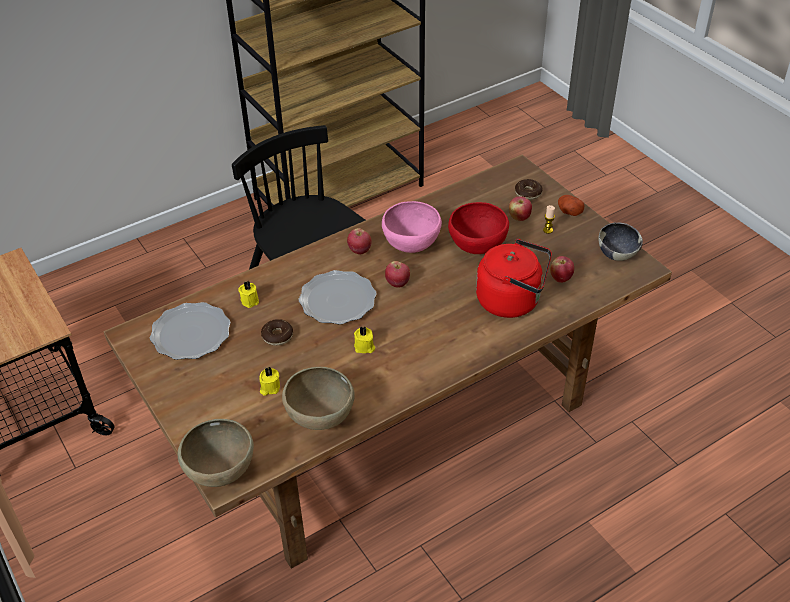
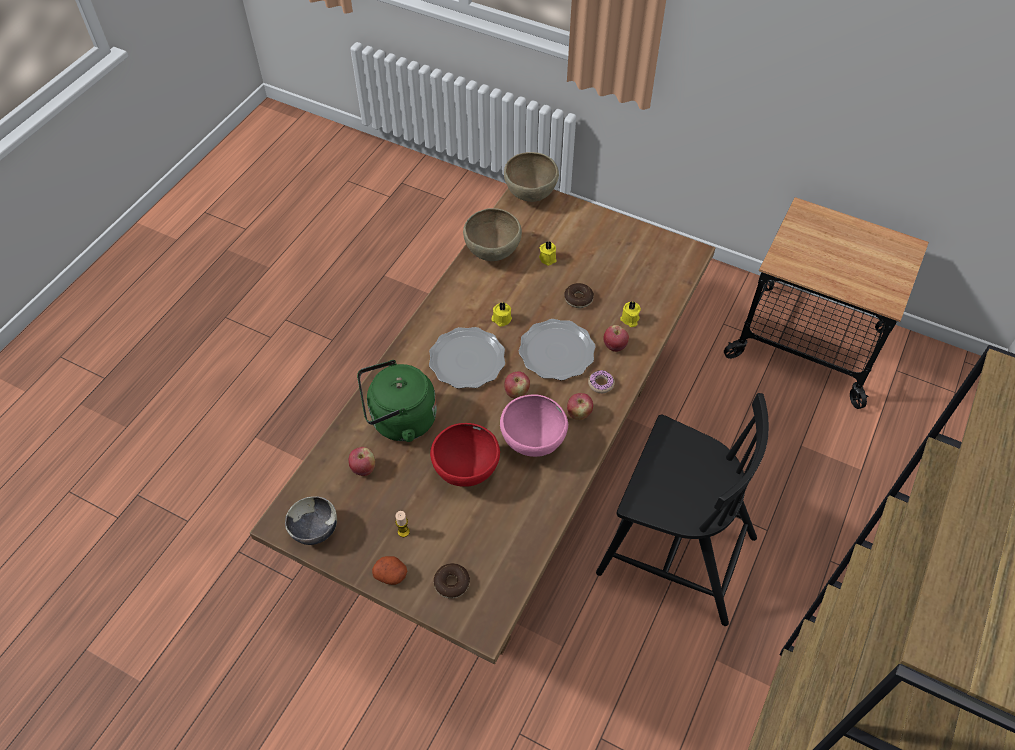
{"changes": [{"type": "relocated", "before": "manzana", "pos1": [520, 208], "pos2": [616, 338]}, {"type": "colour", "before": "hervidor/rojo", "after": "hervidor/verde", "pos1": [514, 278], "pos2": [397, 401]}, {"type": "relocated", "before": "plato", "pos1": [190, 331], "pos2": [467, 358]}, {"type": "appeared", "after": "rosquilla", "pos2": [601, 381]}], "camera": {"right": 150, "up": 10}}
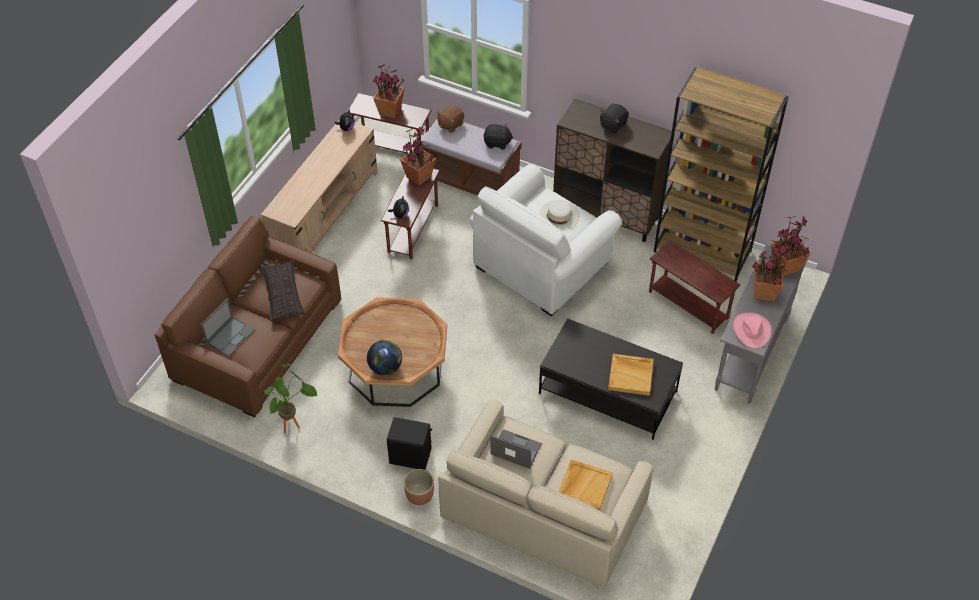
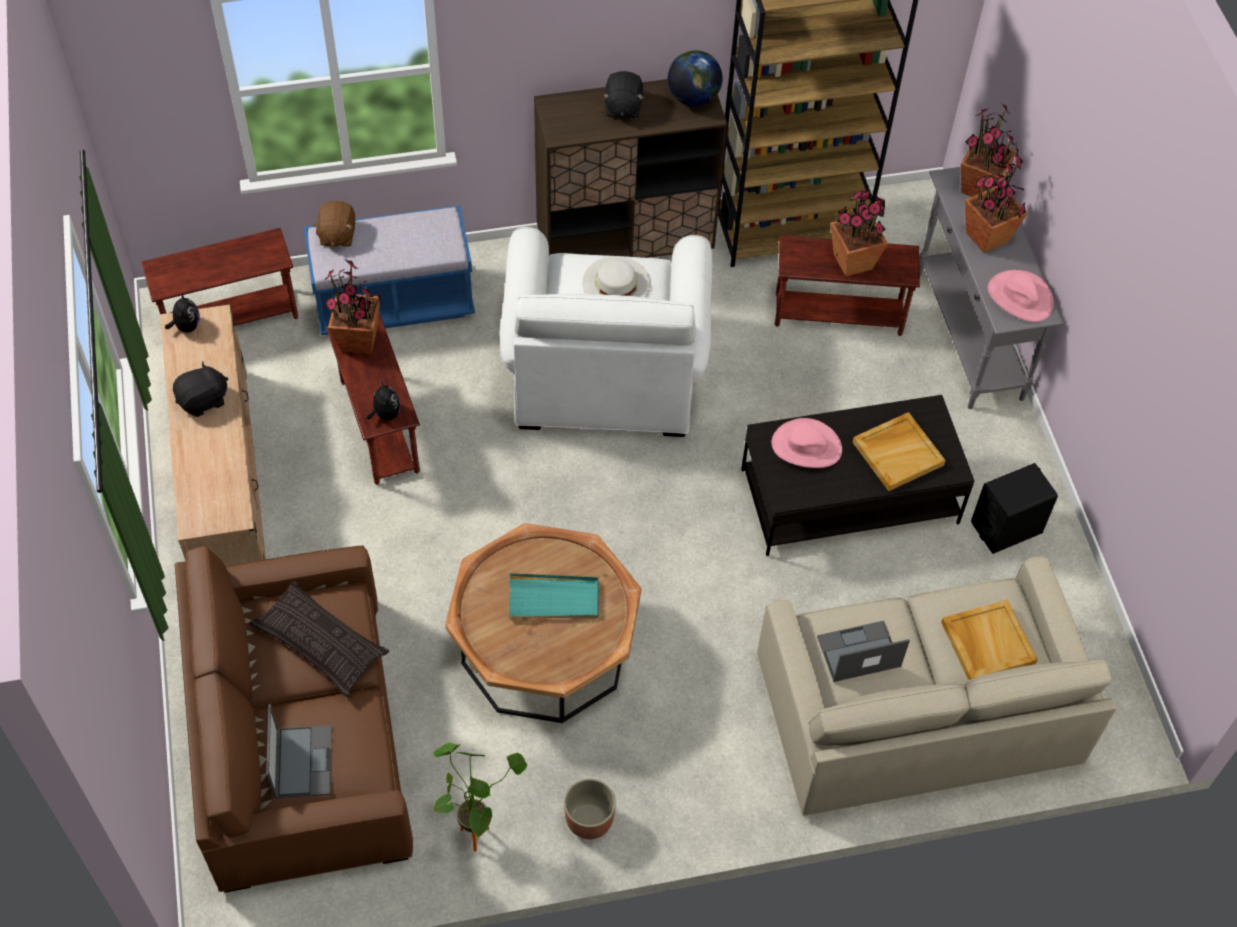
{"changes": [{"type": "relocated", "before": "planta en maceta", "pos1": [389, 91], "pos2": [859, 233]}, {"type": "colour", "before": "banco/marrón", "after": "banco/azul", "pos1": [471, 157], "pos2": [389, 270]}, {"type": "relocated", "before": "peluche/negro", "pos1": [498, 136], "pos2": [200, 389]}, {"type": "relocated", "before": "globo terráqueo", "pos1": [384, 357], "pos2": [695, 78]}, {"type": "relocated", "before": "altavoz/negro", "pos1": [409, 443], "pos2": [1014, 508]}, {"type": "relocated", "before": "maceta", "pos1": [419, 487], "pos2": [590, 809]}, {"type": "appeared", "after": "sombrero/rosa", "pos2": [806, 443]}, {"type": "appeared", "after": "bandeja/turquesa", "pos2": [554, 596]}], "camera": {"right": -40, "up": 5}}
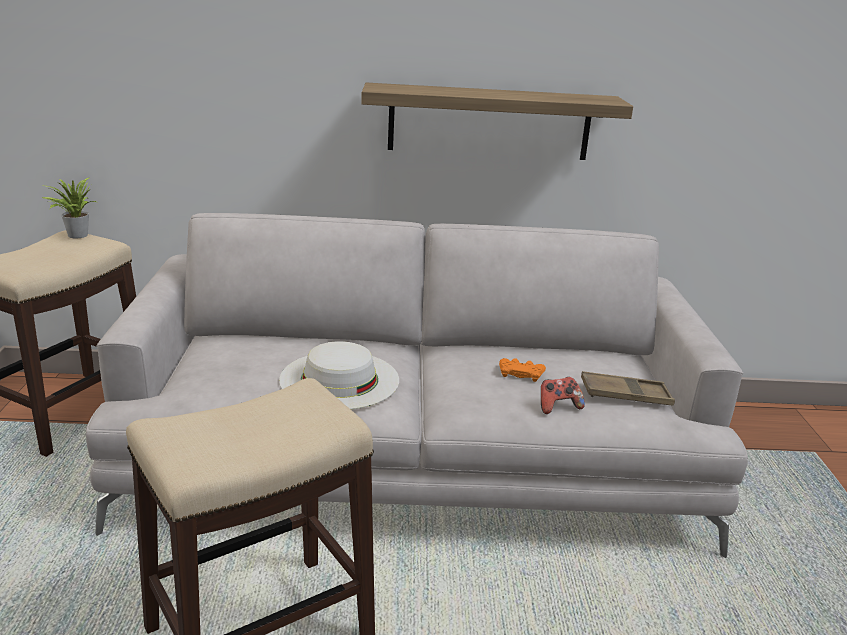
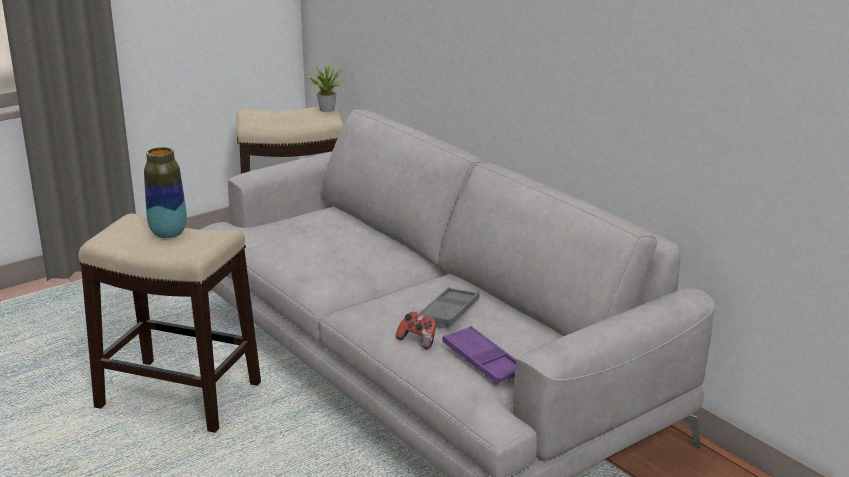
{"changes": [{"type": "missing", "before": "estante", "pos1": [497, 121]}, {"type": "missing", "before": "sombrero/blanco", "pos1": [339, 375]}, {"type": "exchanged", "before": "mando de consola/naranja", "after": "bandeja/gris", "pos1": [522, 370], "pos2": [449, 307]}, {"type": "colour", "before": "bandeja/marrón", "after": "bandeja/morado", "pos1": [628, 388], "pos2": [479, 355]}, {"type": "appeared", "after": "florero", "pos2": [165, 192]}], "camera": {"right": 55, "up": 0}}
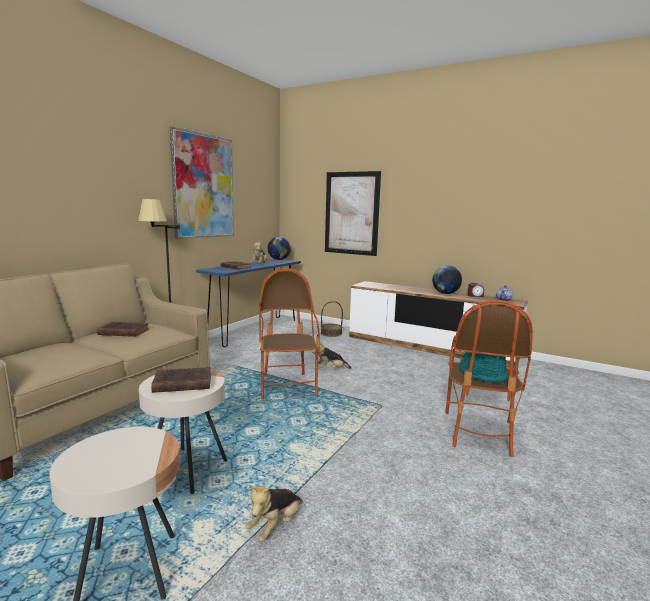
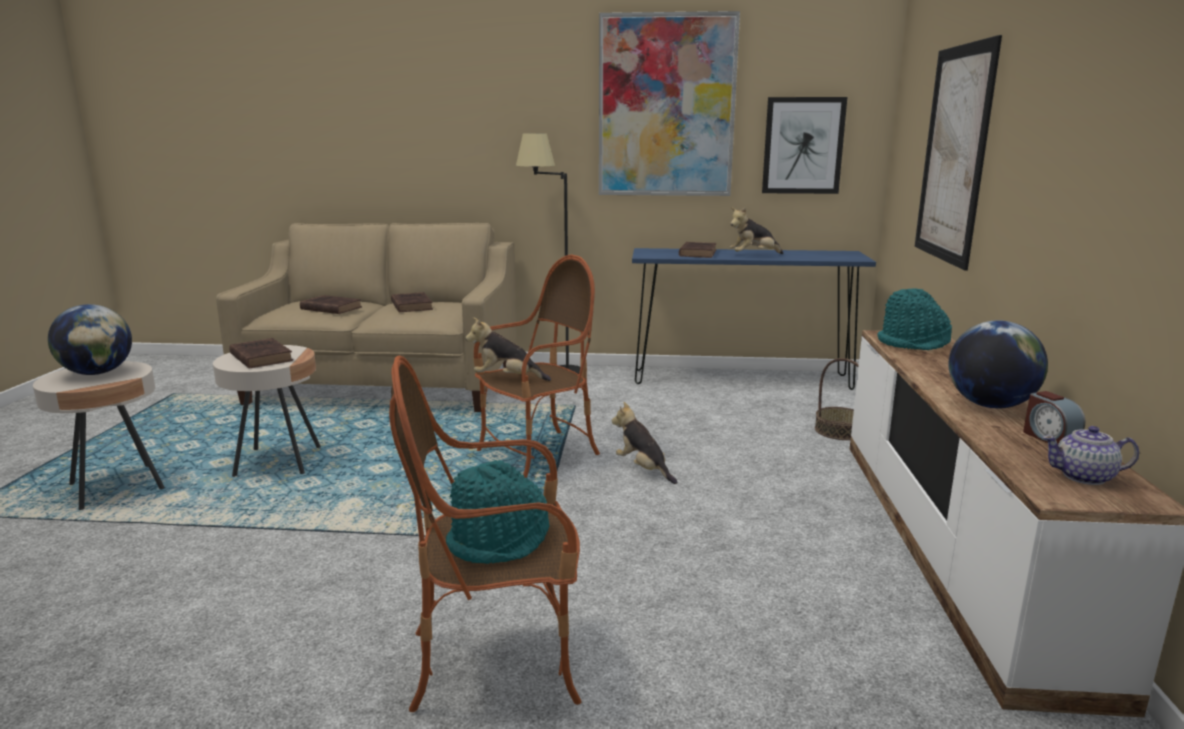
{"changes": [{"type": "relocated", "before": "globo terráqueo", "pos1": [279, 248], "pos2": [90, 339]}, {"type": "relocated", "before": "peluche", "pos1": [274, 514], "pos2": [508, 349]}, {"type": "appeared", "after": "cuadro", "pos2": [804, 145]}, {"type": "appeared", "after": "sombrero/turquesa", "pos2": [914, 319]}, {"type": "appeared", "after": "libro/marrón", "pos2": [331, 304]}], "camera": {"right": 65, "up": 5}}
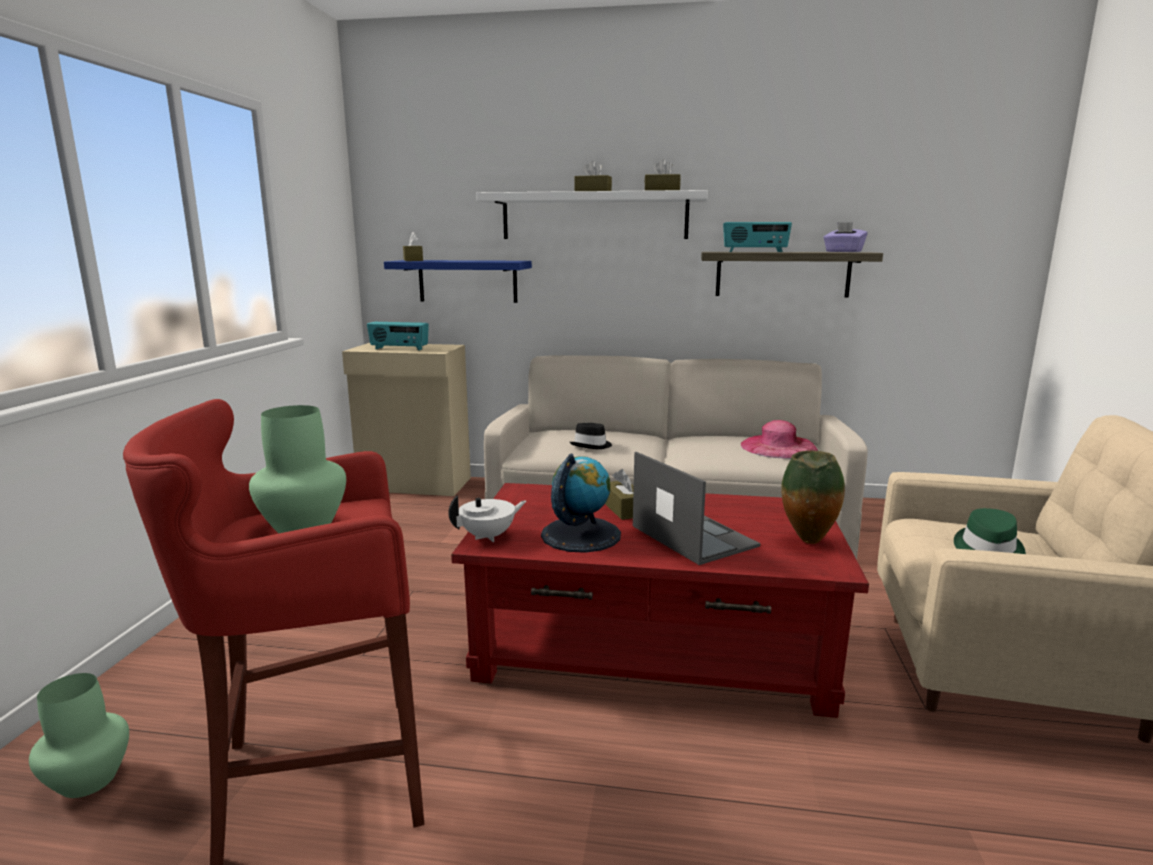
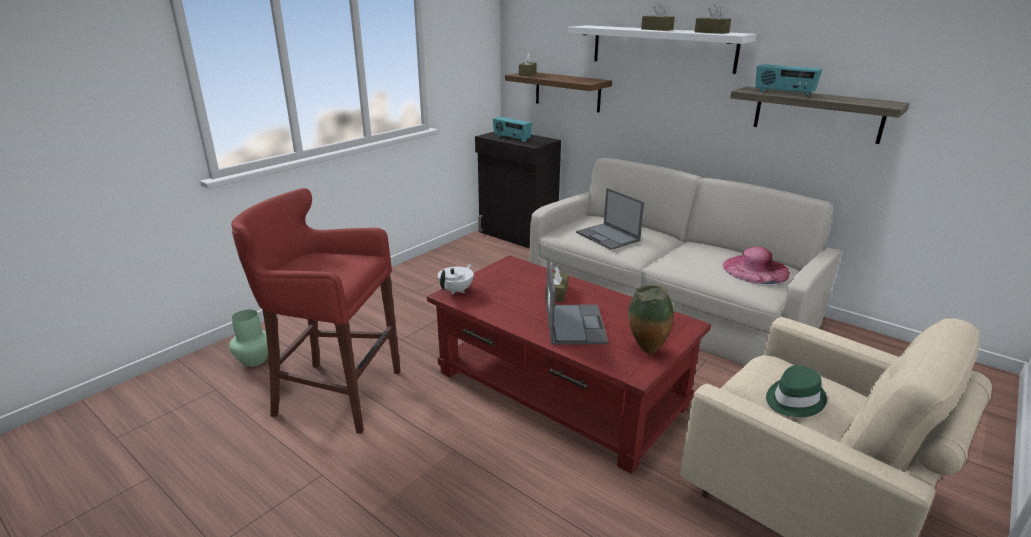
{"changes": [{"type": "missing", "before": "caja de pañuelos/morado", "pos1": [845, 237]}, {"type": "colour", "before": "estante/azul", "after": "estante/marrón", "pos1": [458, 281], "pos2": [558, 92]}, {"type": "colour", "before": "armario/beis", "after": "armario/negro", "pos1": [406, 419], "pos2": [518, 190]}, {"type": "missing", "before": "florero/verde", "pos1": [297, 469]}, {"type": "exchanged", "before": "sombrero/negro", "after": "portátil", "pos1": [591, 436], "pos2": [610, 219]}, {"type": "missing", "before": "globo terráqueo", "pos1": [581, 503]}, {"type": "spun", "before": "tetera/blanco", "pos1": [487, 519], "pos2": [456, 279], "turn": -60}], "camera": {"right": 30, "up": 10}}
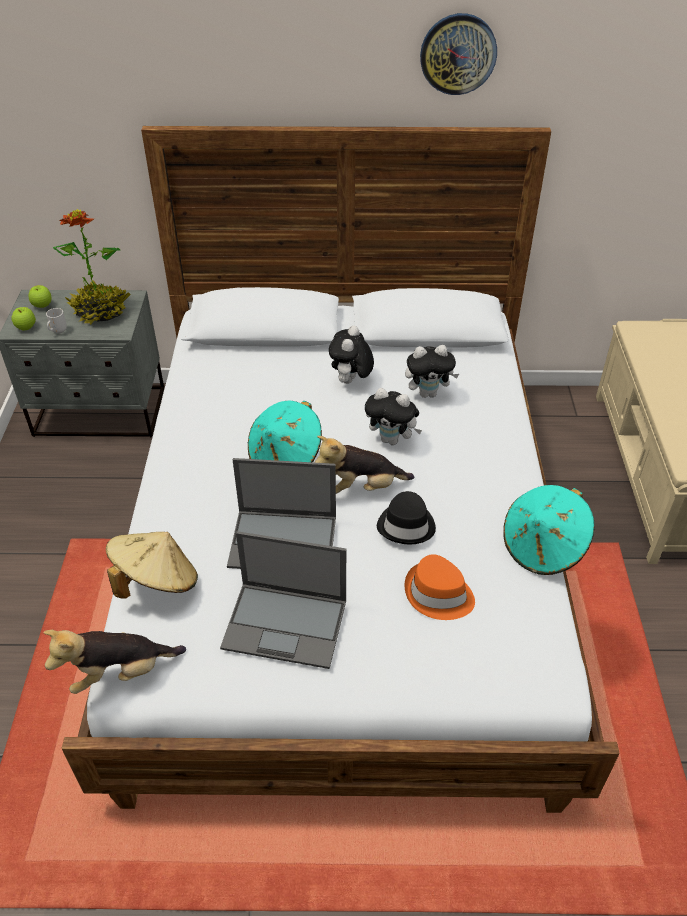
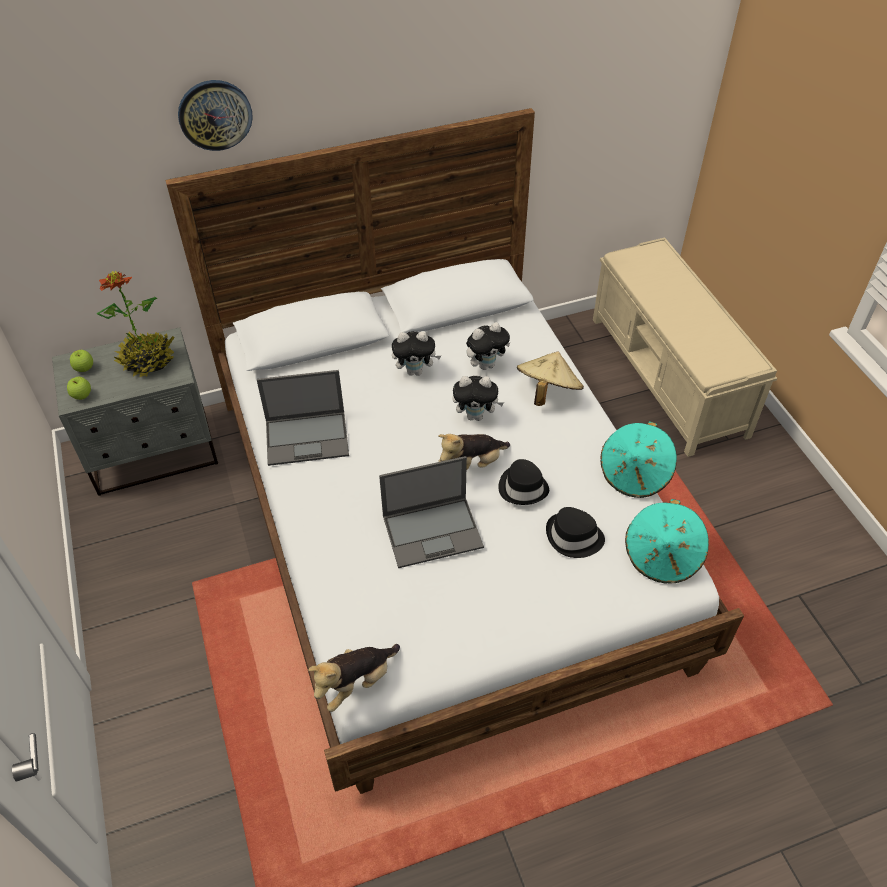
{"changes": [{"type": "relocated", "before": "reloj de pared", "pos1": [458, 54], "pos2": [215, 115]}, {"type": "missing", "before": "taza grande", "pos1": [56, 320]}, {"type": "spun", "before": "peluche", "pos1": [351, 355], "pos2": [416, 353], "turn": -90}, {"type": "relocated", "before": "sombrero/turquesa", "pos1": [285, 431], "pos2": [667, 541]}, {"type": "relocated", "before": "portátil", "pos1": [283, 600], "pos2": [303, 418]}, {"type": "relocated", "before": "sombrero/beis", "pos1": [152, 565], "pos2": [550, 378]}, {"type": "colour", "before": "sombrero/naranja", "after": "sombrero/negro", "pos1": [440, 587], "pos2": [575, 532]}], "camera": {"right": -20, "up": 5}}
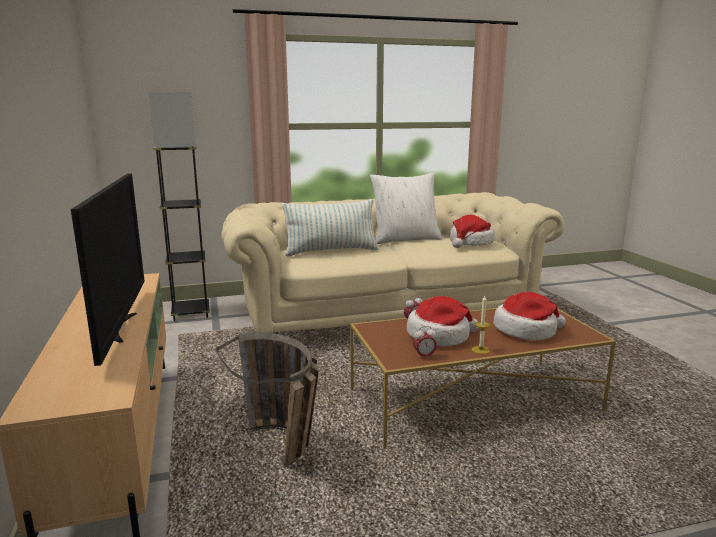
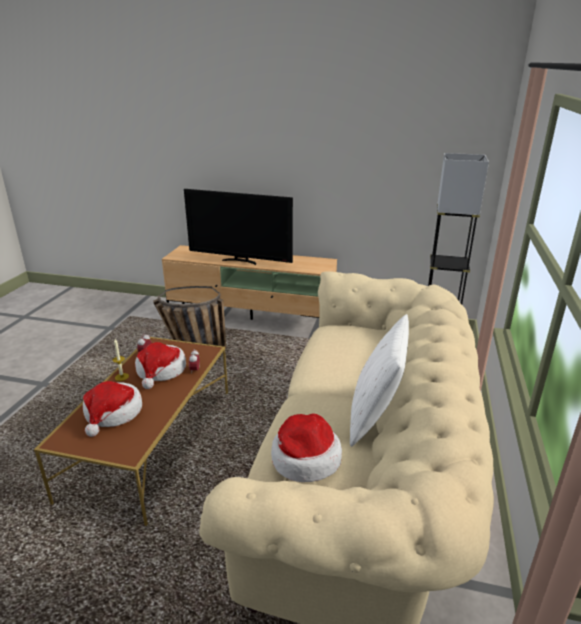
{"changes": [{"type": "missing", "before": "cojín", "pos1": [330, 227]}], "camera": {"right": 120, "up": 10}}
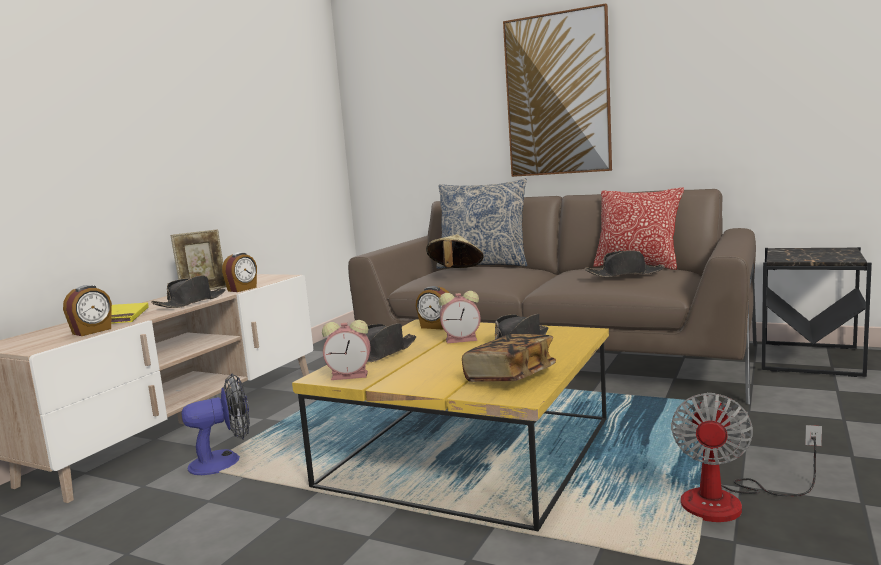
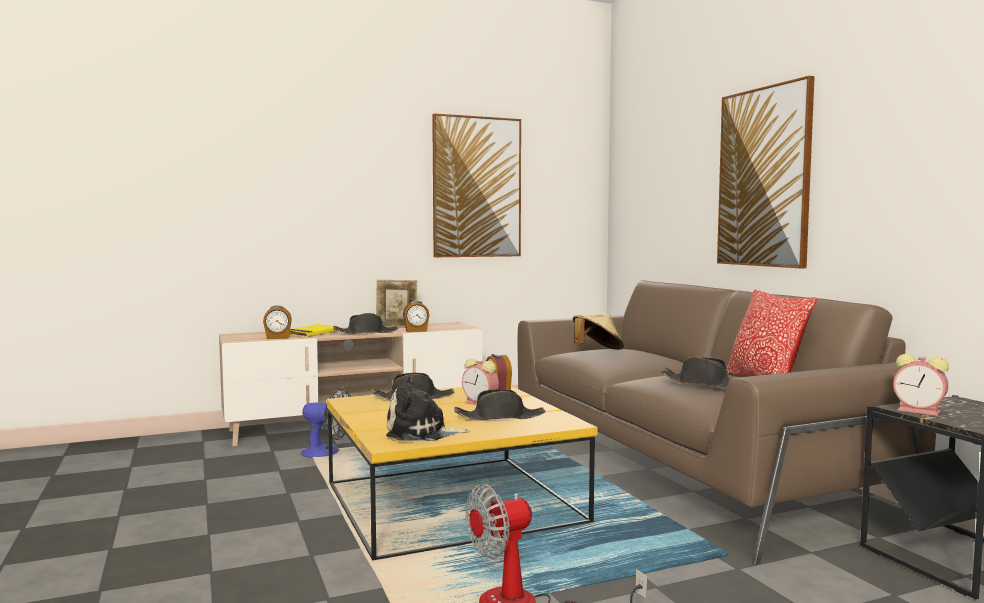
{"changes": [{"type": "missing", "before": "cojín", "pos1": [481, 223]}, {"type": "relocated", "before": "despertador", "pos1": [346, 350], "pos2": [921, 385]}, {"type": "exchanged", "before": "libro", "after": "peluche", "pos1": [509, 358], "pos2": [427, 409]}, {"type": "appeared", "after": "cuadro", "pos2": [476, 185]}], "camera": {"right": 40, "up": -5}}
